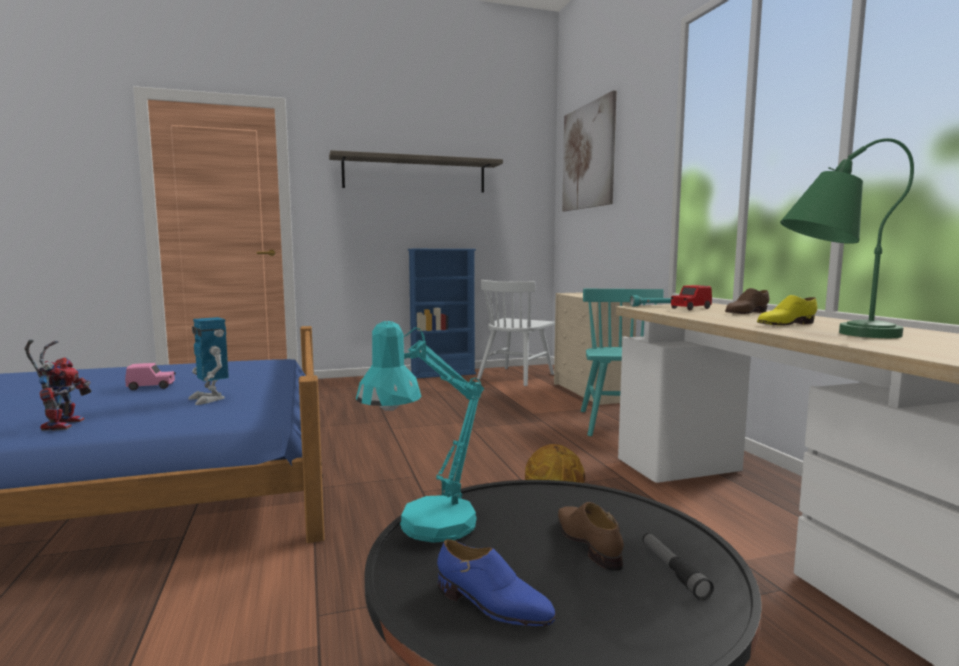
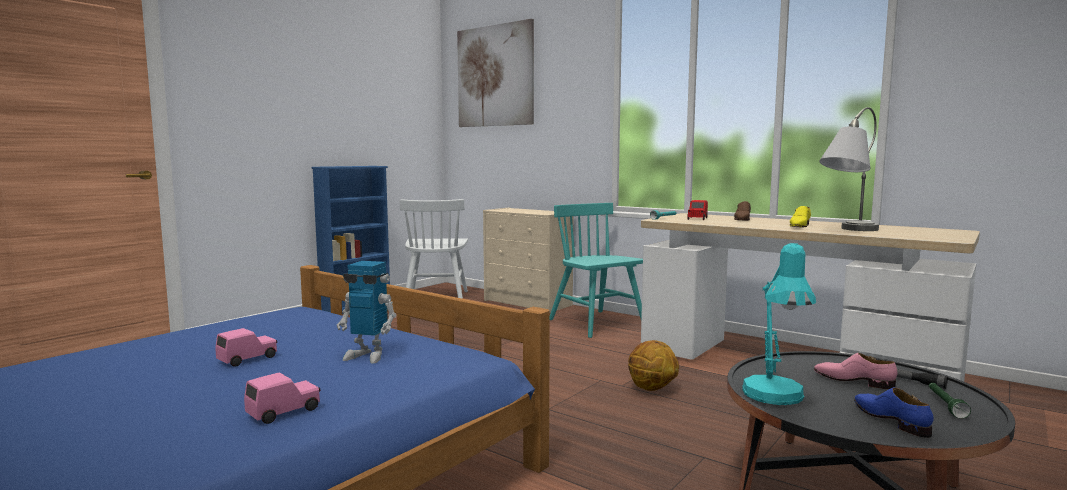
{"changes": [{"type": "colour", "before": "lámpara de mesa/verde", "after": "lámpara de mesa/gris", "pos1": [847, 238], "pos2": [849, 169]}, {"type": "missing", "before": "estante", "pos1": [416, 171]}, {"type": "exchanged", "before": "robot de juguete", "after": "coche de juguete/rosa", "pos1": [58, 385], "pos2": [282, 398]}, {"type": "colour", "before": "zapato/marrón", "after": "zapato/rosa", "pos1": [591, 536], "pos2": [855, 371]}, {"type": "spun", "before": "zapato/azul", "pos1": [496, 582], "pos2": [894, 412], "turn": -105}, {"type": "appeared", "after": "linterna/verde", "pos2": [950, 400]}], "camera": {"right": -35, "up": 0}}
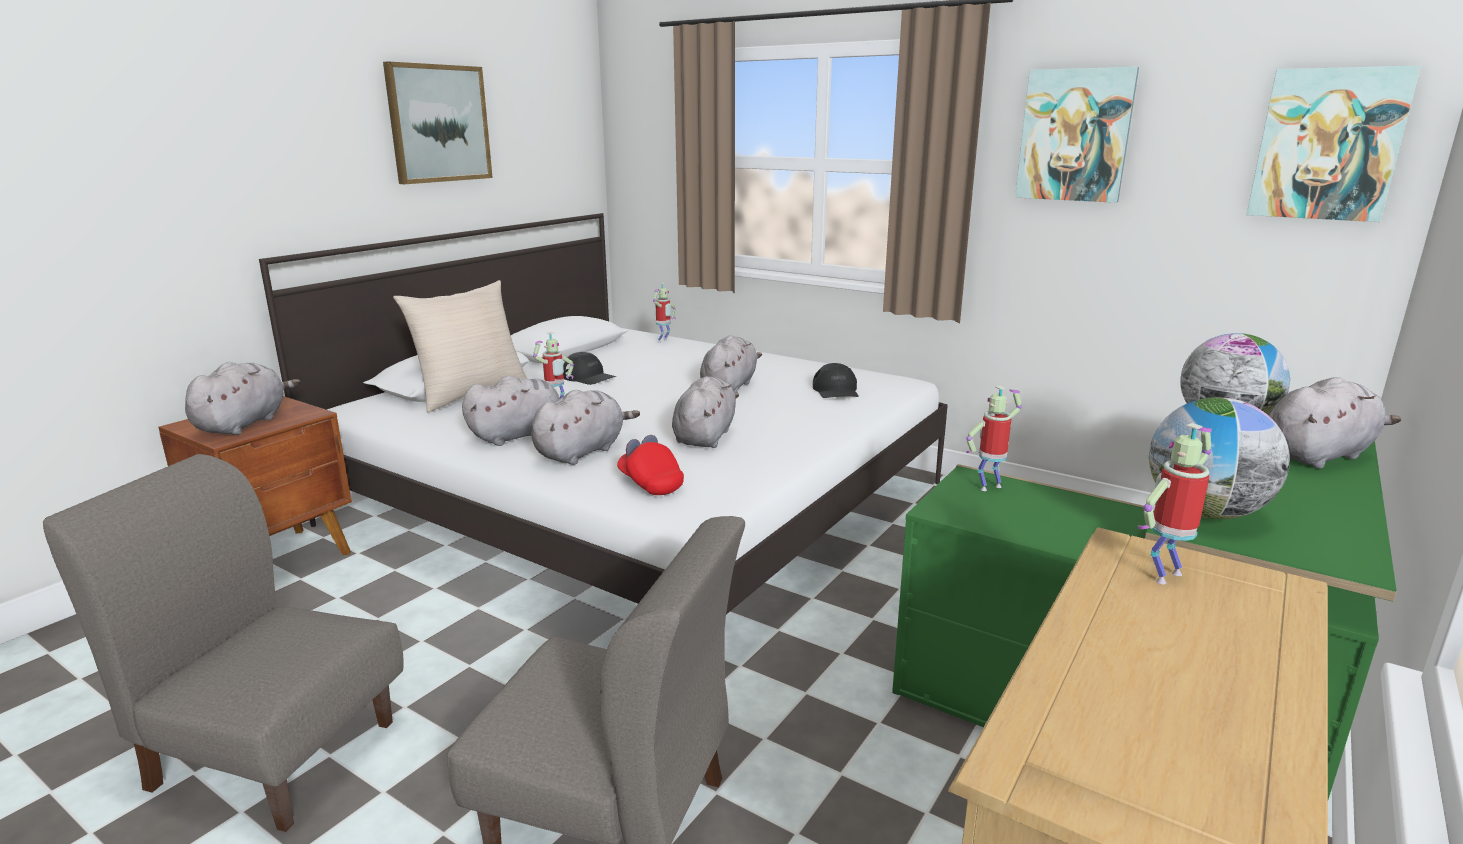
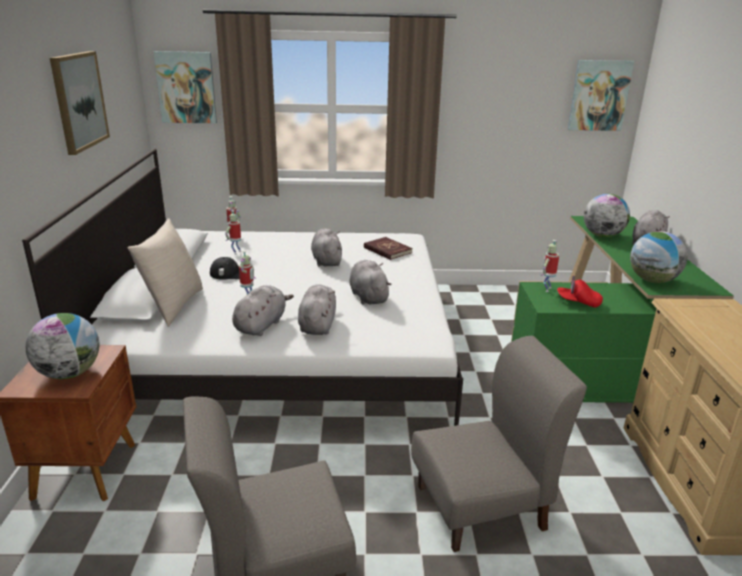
{"changes": [{"type": "relocated", "before": "cuadro", "pos1": [1077, 135], "pos2": [185, 87]}, {"type": "exchanged", "before": "peluche/gris", "after": "globo terráqueo", "pos1": [242, 398], "pos2": [62, 346]}, {"type": "exchanged", "before": "gorra/negro", "after": "libro/rojo", "pos1": [836, 380], "pos2": [388, 248]}, {"type": "relocated", "before": "robot de juguete", "pos1": [1175, 503], "pos2": [233, 232]}, {"type": "relocated", "before": "gorra/rojo", "pos1": [650, 465], "pos2": [580, 292]}], "camera": {"right": -35, "up": 5}}
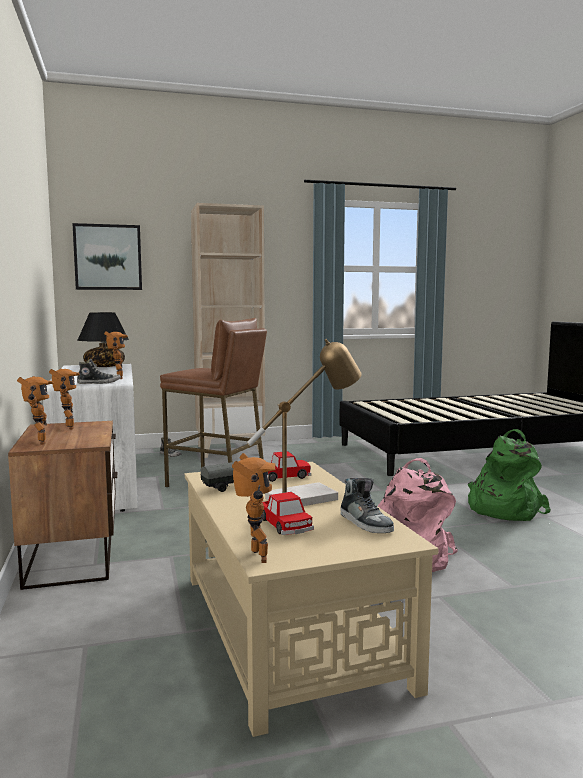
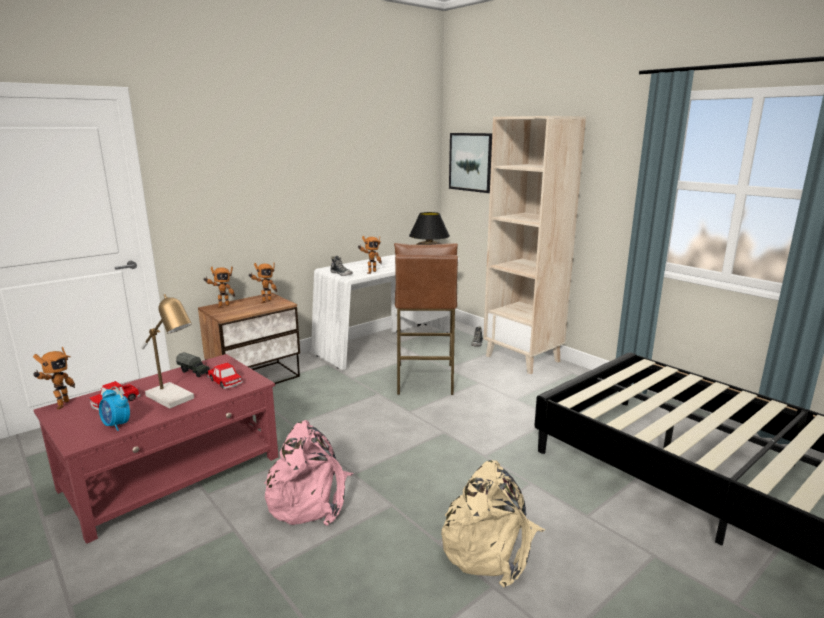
{"changes": [{"type": "colour", "before": "mochila/verde", "after": "mochila/beis", "pos1": [509, 475], "pos2": [493, 524]}, {"type": "spun", "before": "robot de juguete", "pos1": [254, 508], "pos2": [54, 378], "turn": -45}, {"type": "colour", "before": "mesa de centro/beis", "after": "mesa de centro/rojo", "pos1": [311, 599], "pos2": [155, 449]}, {"type": "exchanged", "before": "zapato", "after": "despertador", "pos1": [367, 505], "pos2": [114, 408]}], "camera": {"right": 65, "up": 10}}
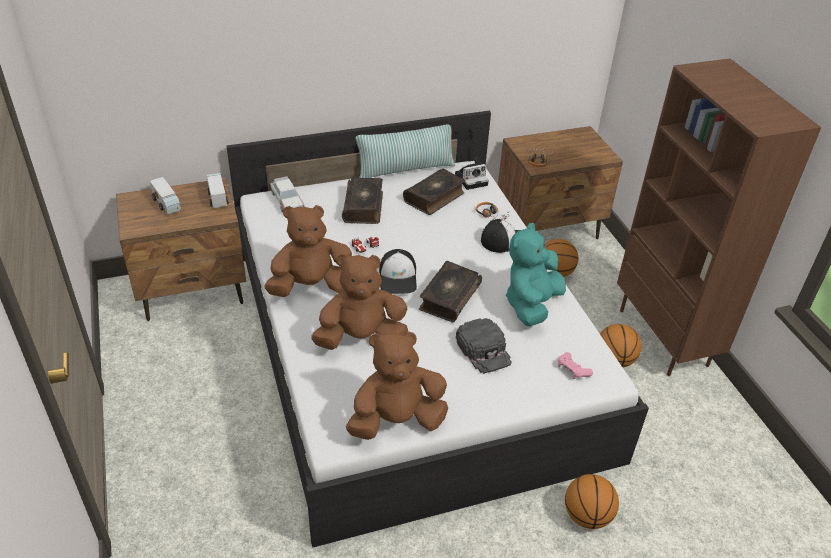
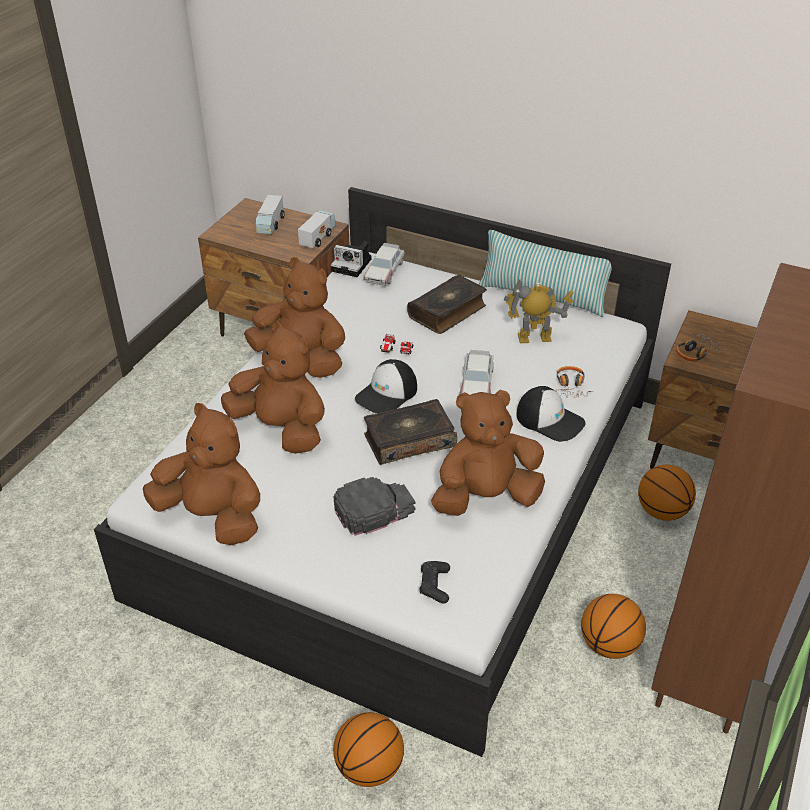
{"changes": [{"type": "relocated", "before": "cámara", "pos1": [472, 174], "pos2": [351, 259]}, {"type": "exchanged", "before": "libro", "after": "robot de juguete", "pos1": [434, 192], "pos2": [539, 311]}, {"type": "colour", "before": "peluche/turquesa", "after": "peluche/marrón", "pos1": [536, 274], "pos2": [488, 453]}, {"type": "spun", "before": "gorra/negro", "pos1": [484, 346], "pos2": [375, 506], "turn": -135}, {"type": "colour", "before": "mando de consola/rosa", "after": "mando de consola/negro", "pos1": [575, 365], "pos2": [435, 582]}, {"type": "appeared", "after": "coche de juguete", "pos2": [476, 372]}], "camera": {"right": 45, "up": 0}}
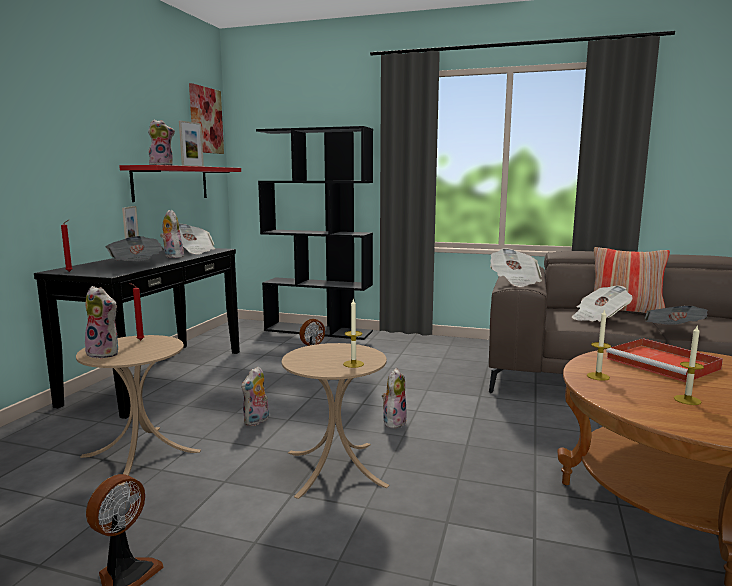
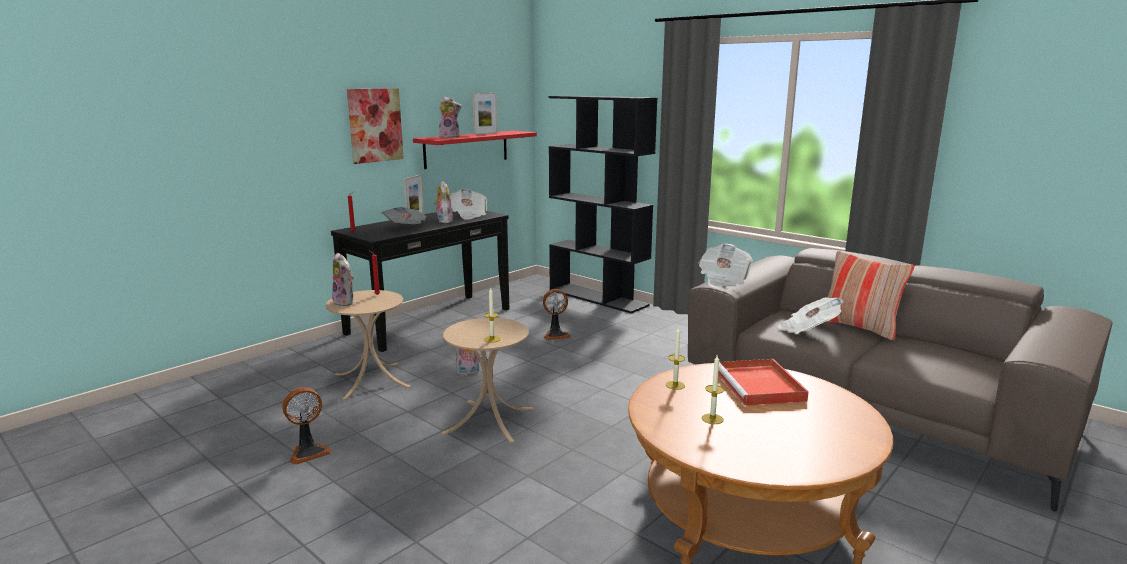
{"changes": [{"type": "relocated", "before": "cuadro", "pos1": [206, 118], "pos2": [375, 126]}, {"type": "missing", "before": "periódico", "pos1": [676, 315]}, {"type": "missing", "before": "peluche", "pos1": [394, 398]}], "camera": {"right": 25, "up": 5}}
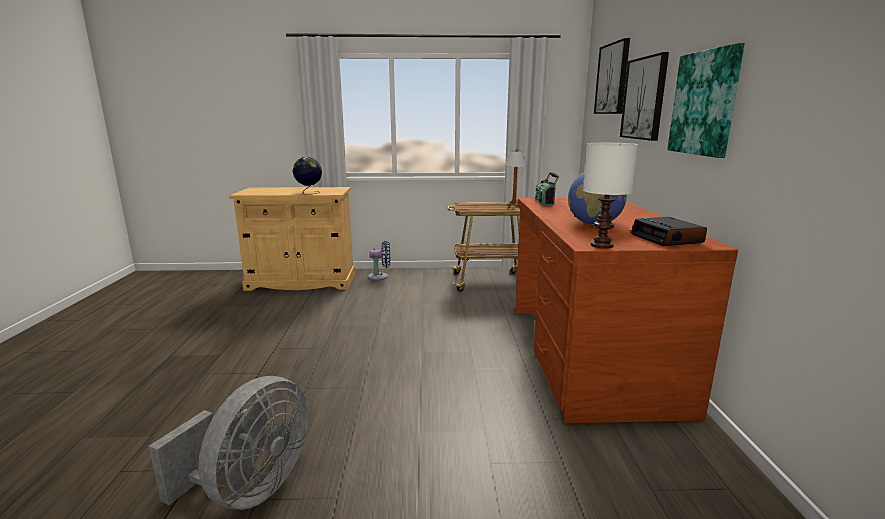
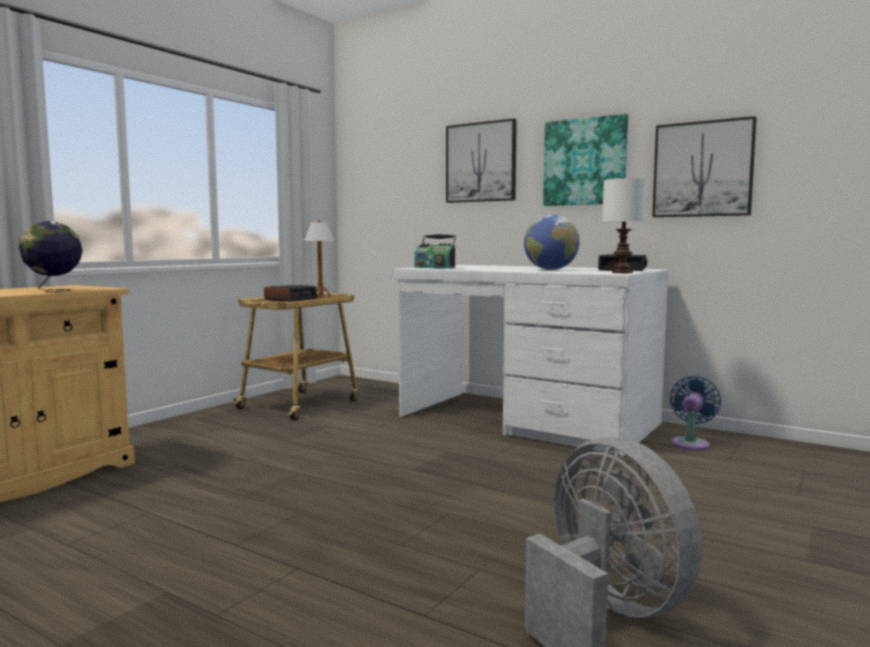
{"changes": [{"type": "relocated", "before": "cuadro", "pos1": [612, 76], "pos2": [704, 166]}, {"type": "colour", "before": "escritorio/marrón", "after": "escritorio/blanco", "pos1": [626, 310], "pos2": [532, 360]}, {"type": "relocated", "before": "ventilador/azul", "pos1": [379, 260], "pos2": [695, 413]}, {"type": "appeared", "after": "despertador", "pos2": [291, 293]}], "camera": {"right": -55, "up": -10}}
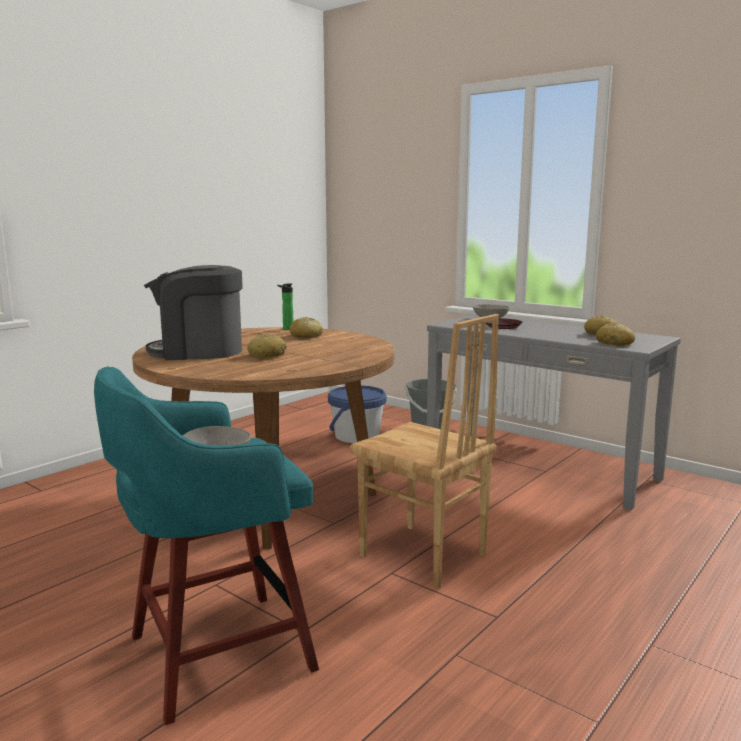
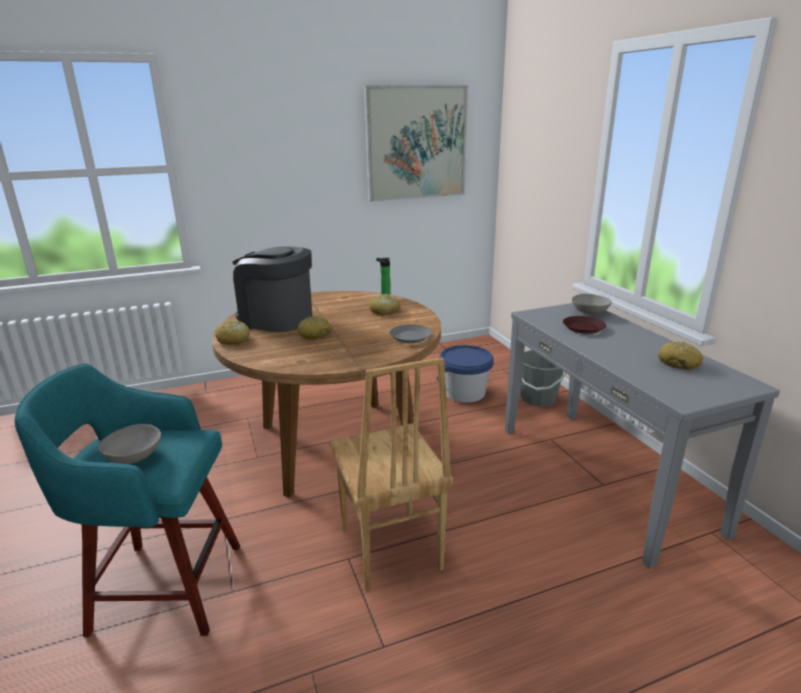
{"changes": [{"type": "relocated", "before": "pan", "pos1": [615, 334], "pos2": [233, 332]}, {"type": "appeared", "after": "cuadro", "pos2": [416, 143]}, {"type": "appeared", "after": "plato/gris", "pos2": [410, 333]}], "camera": {"right": 30, "up": 10}}
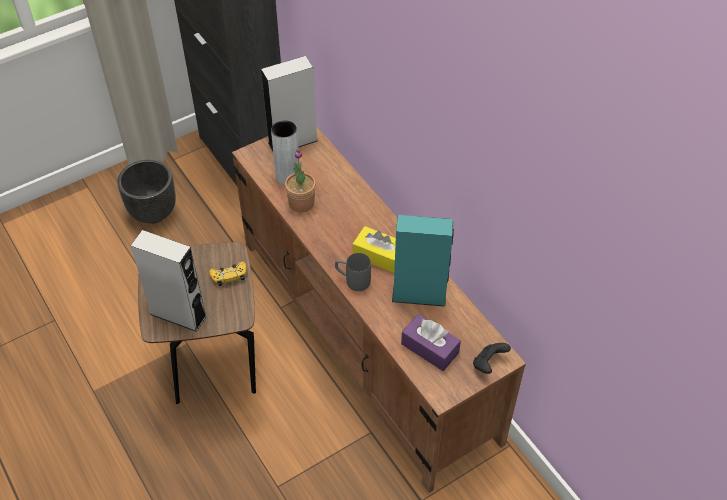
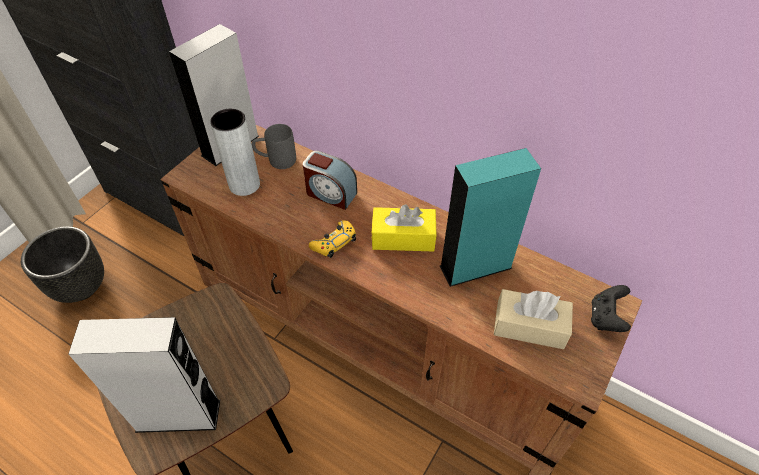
{"changes": [{"type": "missing", "before": "planta en maceta", "pos1": [300, 180]}, {"type": "relocated", "before": "taza grande/gris", "pos1": [353, 272], "pos2": [274, 146]}, {"type": "relocated", "before": "mando de consola/amarillo", "pos1": [227, 273], "pos2": [332, 239]}, {"type": "colour", "before": "caja de pañuelos/morado", "after": "caja de pañuelos/beis", "pos1": [431, 342], "pos2": [533, 319]}, {"type": "appeared", "after": "despertador", "pos2": [330, 180]}], "camera": {"right": -25, "up": 0}}
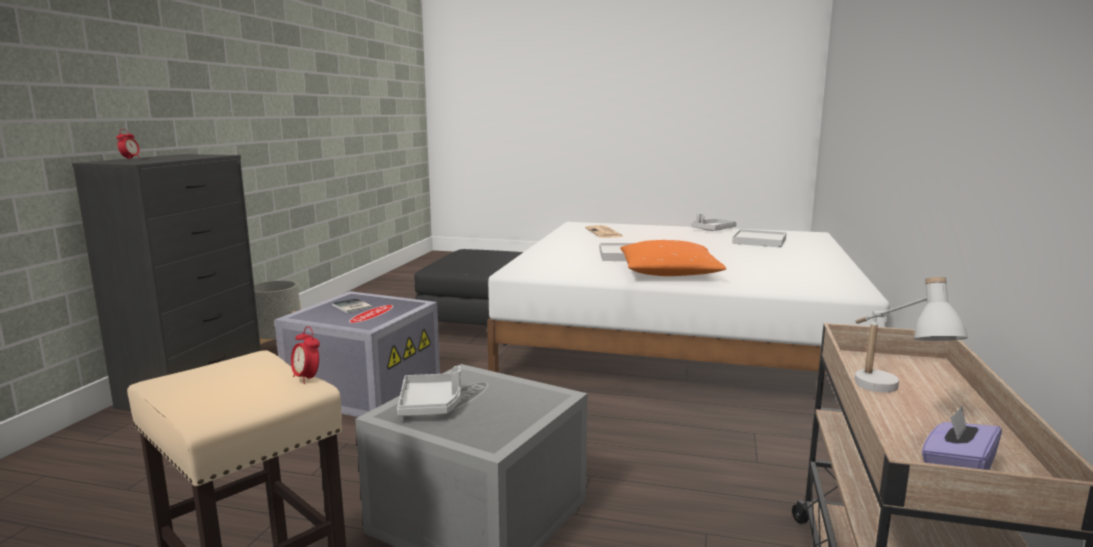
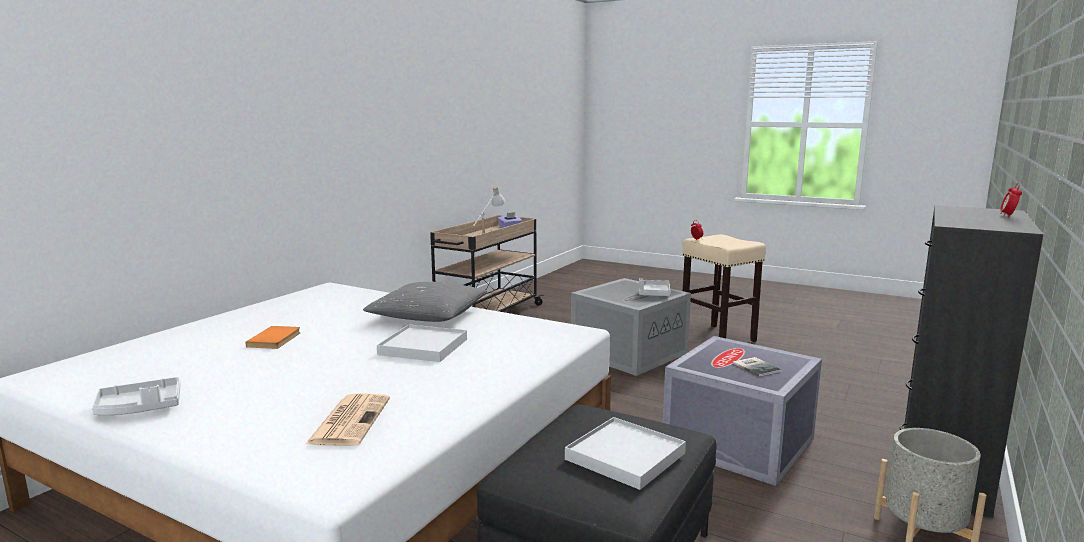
{"changes": [{"type": "relocated", "before": "bandeja/blanco", "pos1": [759, 238], "pos2": [625, 453]}, {"type": "colour", "before": "cojín/naranja", "after": "cojín/gris", "pos1": [673, 258], "pos2": [425, 302]}, {"type": "appeared", "after": "libro/naranja", "pos2": [273, 337]}], "camera": {"right": -165, "up": 0}}
